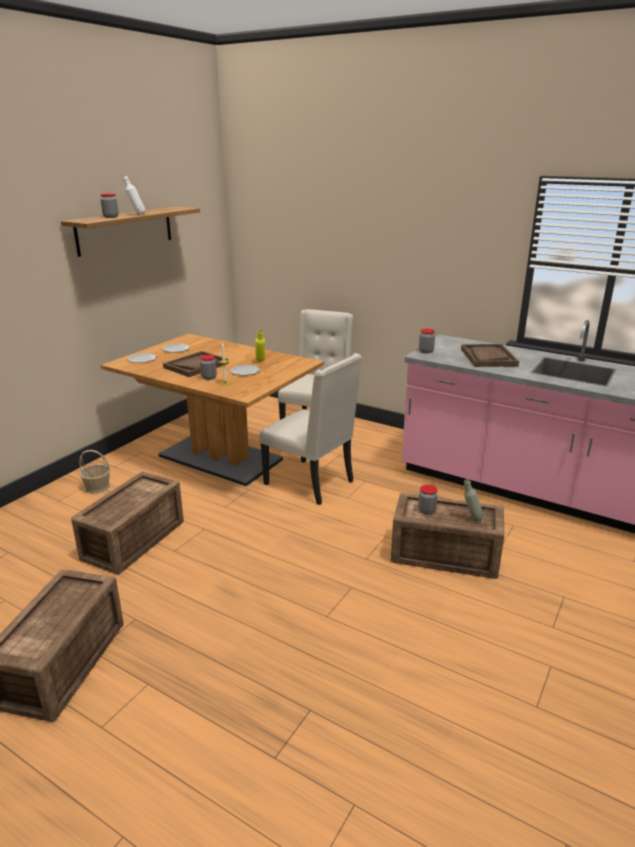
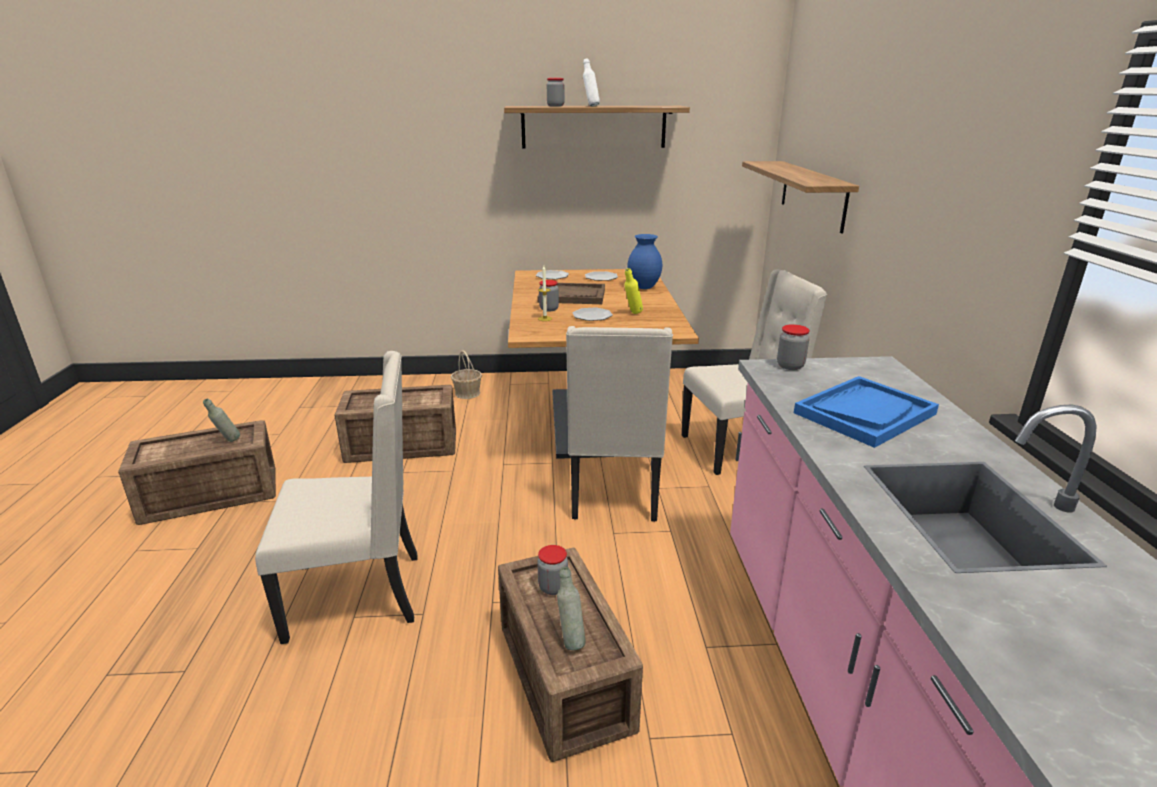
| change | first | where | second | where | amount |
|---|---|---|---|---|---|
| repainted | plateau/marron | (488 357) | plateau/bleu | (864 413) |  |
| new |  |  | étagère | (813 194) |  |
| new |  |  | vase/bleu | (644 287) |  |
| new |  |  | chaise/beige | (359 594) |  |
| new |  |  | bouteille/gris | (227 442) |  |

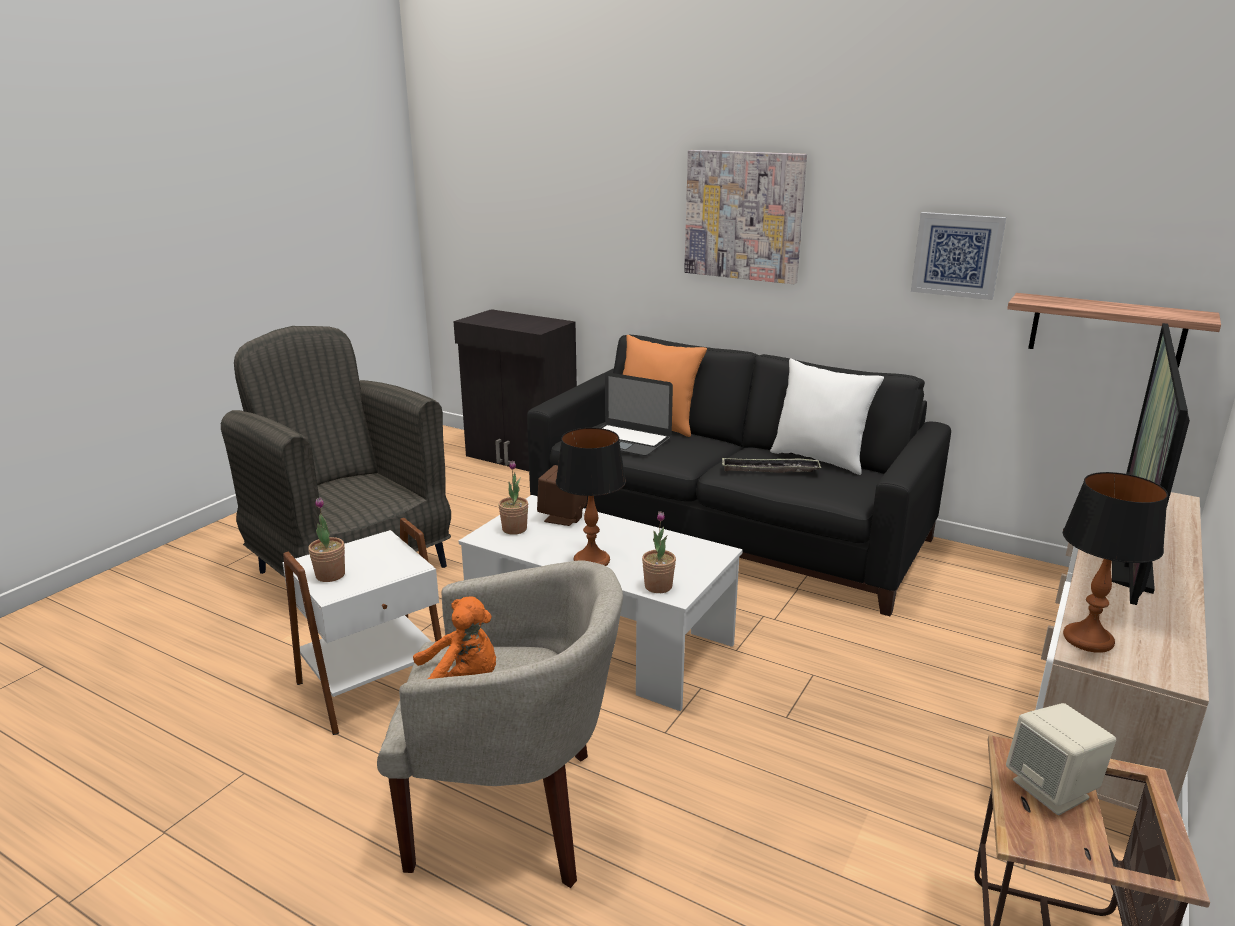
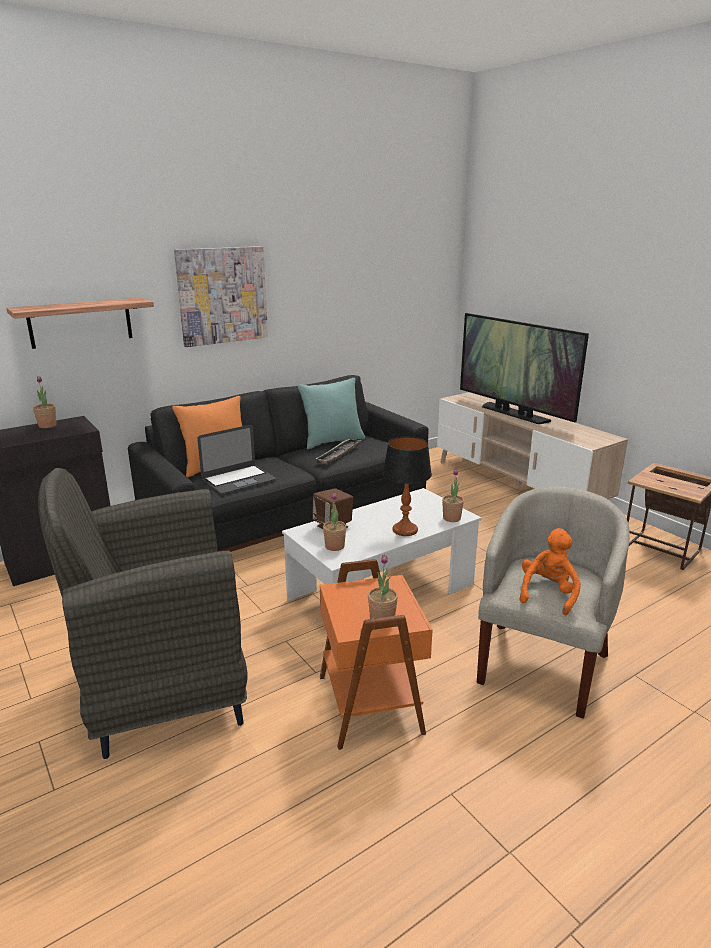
| change | first | where | second | where | amount |
|---|---|---|---|---|---|
| gone | tableau | (957 255) |  |  |  |
| shifted | étagère | (1106 330) |  | (80 322) |  |
| repainted | coussin/blanc | (820 459) | coussin/turquoise | (332 441) |  |
| gone | lampe de table | (1088 640) |  |  |  |
| repainted | table d'appoint/blanc | (374 686) | table d'appoint/orange | (372 703) |  |
| gone | enceinte/beige | (1052 789) |  |  |  |
| new |  |  | plante en pot | (47 425) |  |

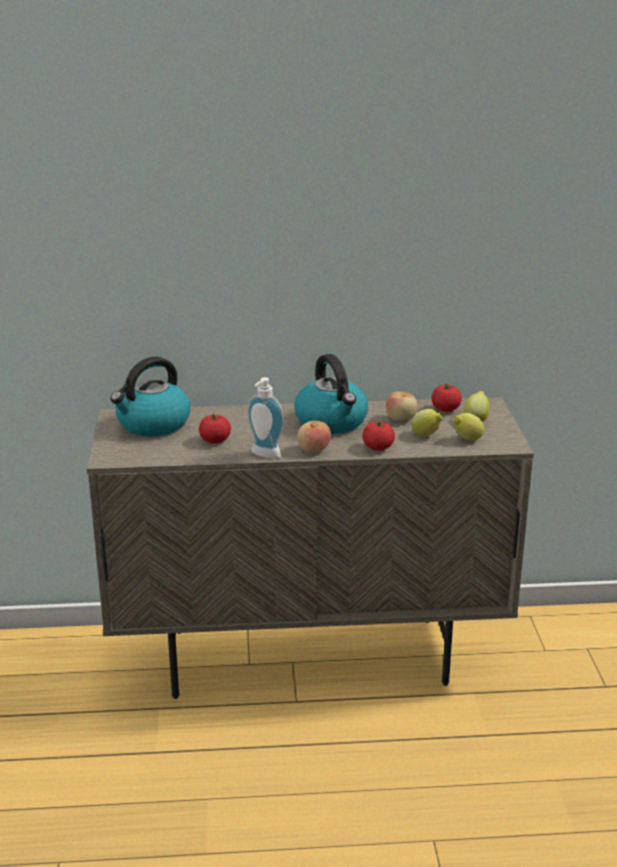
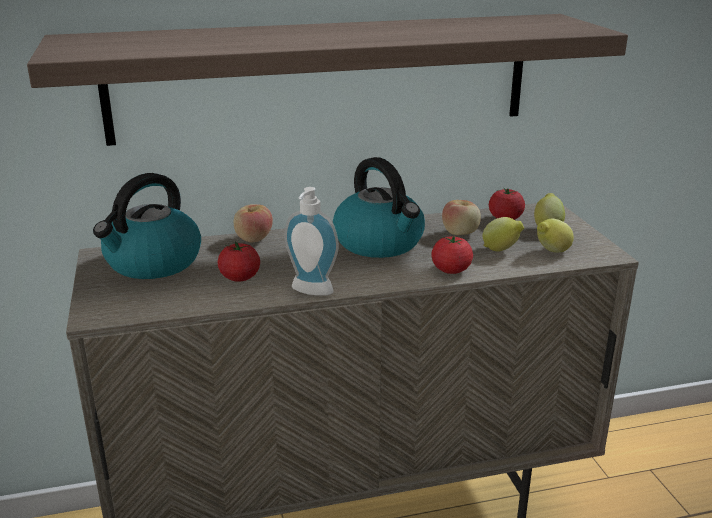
| change | first | where | second | where | amount |
|---|---|---|---|---|---|
| shifted | pomme | (313 450) |  | (253 239) |  |
| new |  |  | étagère | (323 77) |  |

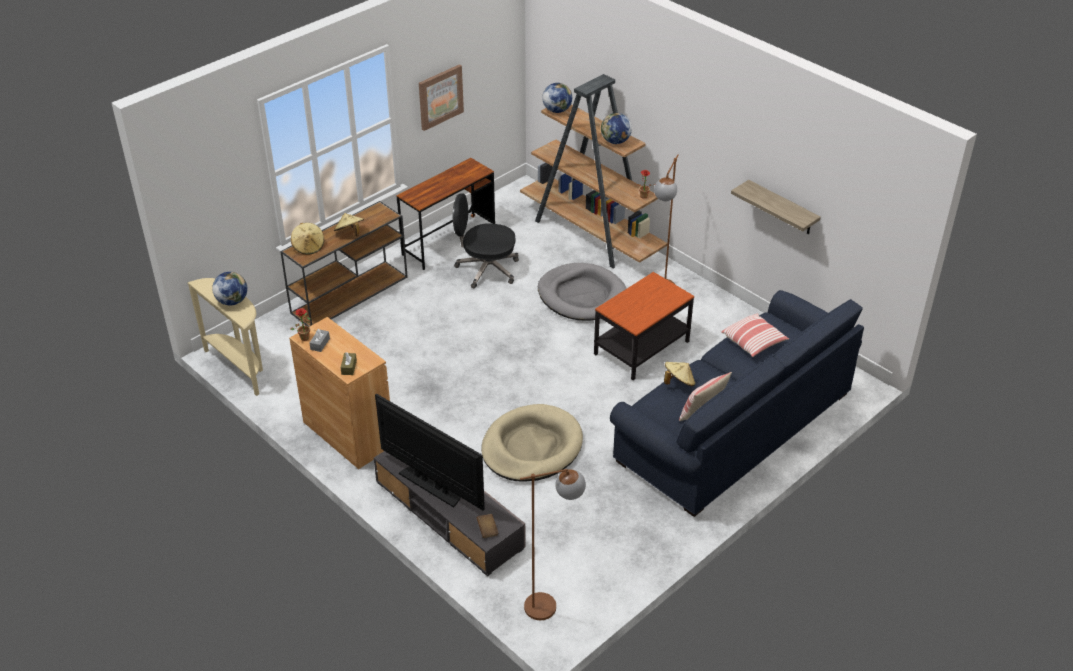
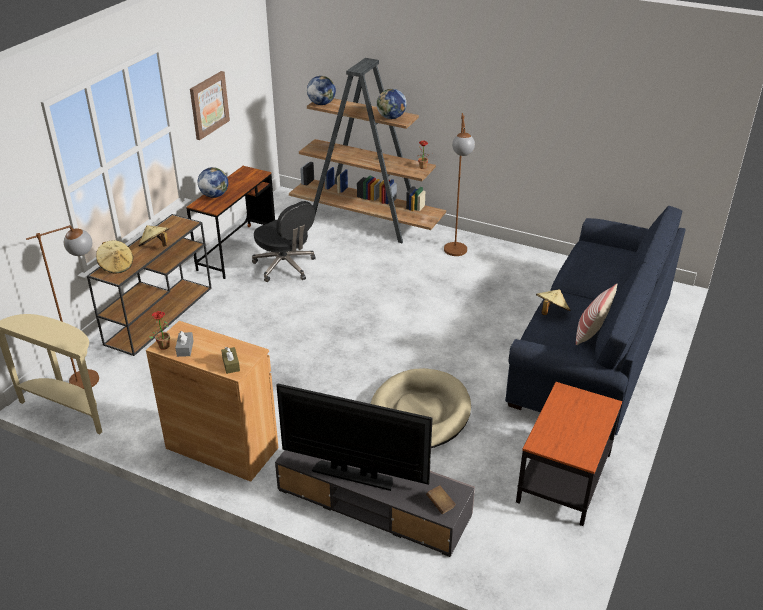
| change | first | where | second | where | amount |
|---|---|---|---|---|---|
| gone | étagère | (782 208) |  |  |  |
| rotated | chaise de bureau/noir | (486 269) |  | (285 266) | 120 degrees counterclockwise |
| gone | panier pour chien/gris | (582 295) |  |  |  |
| shifted | globe | (232 301) |  | (214 195) |  |
| shifted | table d'appoint | (642 348) |  | (564 478) |  |
| gone | coussin | (754 342) |  |  |  |
| shifted | lampadaire/marron | (551 604) |  | (94 376) |  |

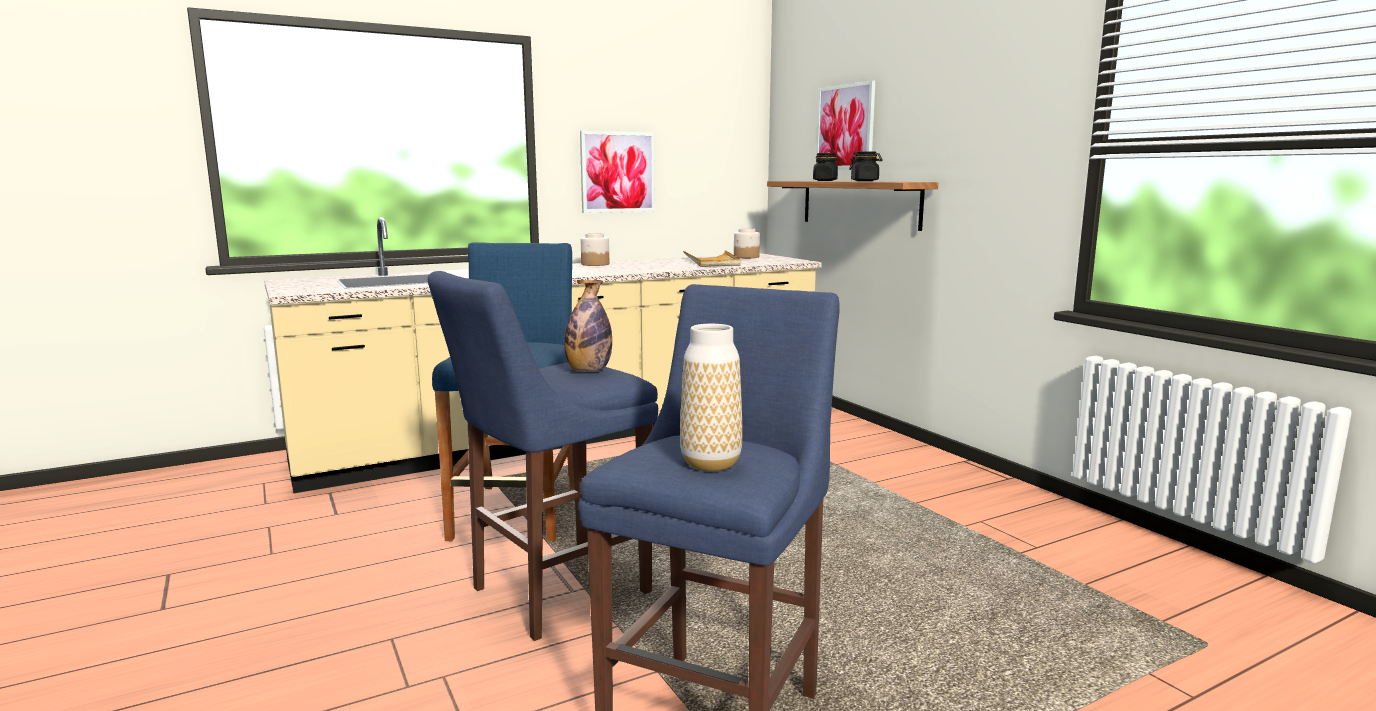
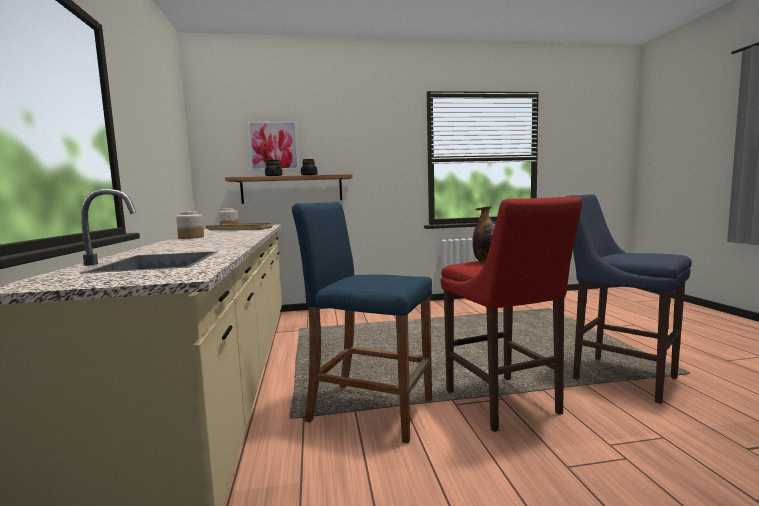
| change | first | where | second | where | amount |
|---|---|---|---|---|---|
| gone | tableau | (617 172) |  |  |  |
| repainted | tabouret/bleu | (552 593) | tabouret/rouge | (504 405) |  |
| gone | vase | (710 464) |  |  |  |

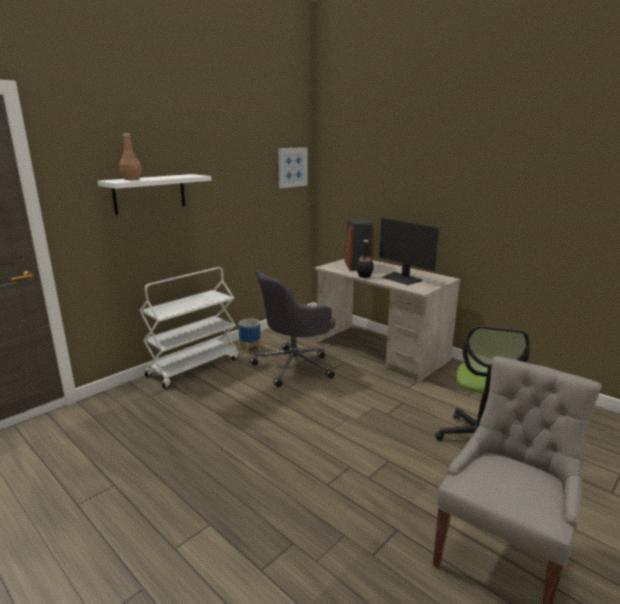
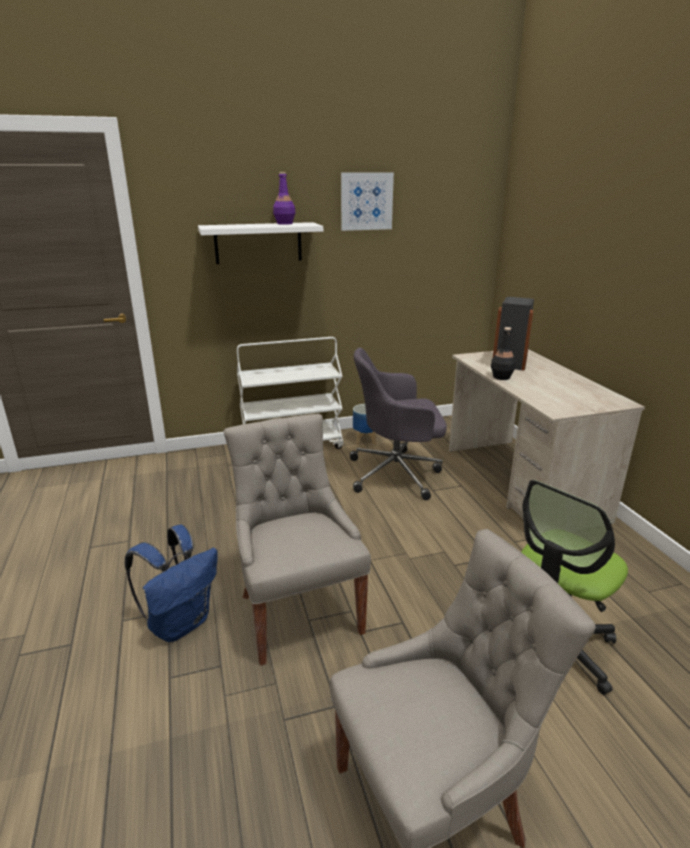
| change | first | where | second | where | amount |
|---|---|---|---|---|---|
| gone | bouteille/marron | (132 179) |  |  |  |
| shifted | tableau | (292 167) |  | (366 201) |  |
| gone | écran d'ordinateur | (401 278) |  |  |  |
| new |  |  | bouteille/violet | (284 223) |  |
| new |  |  | chaise/gris | (298 611) |  |
| new |  |  | sac à dos/bleu | (180 622) |  |

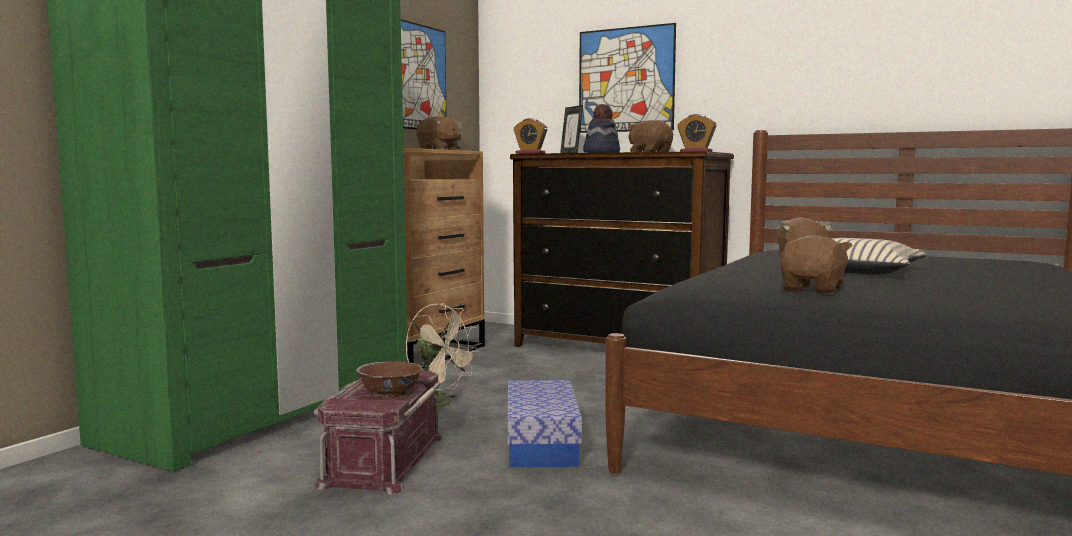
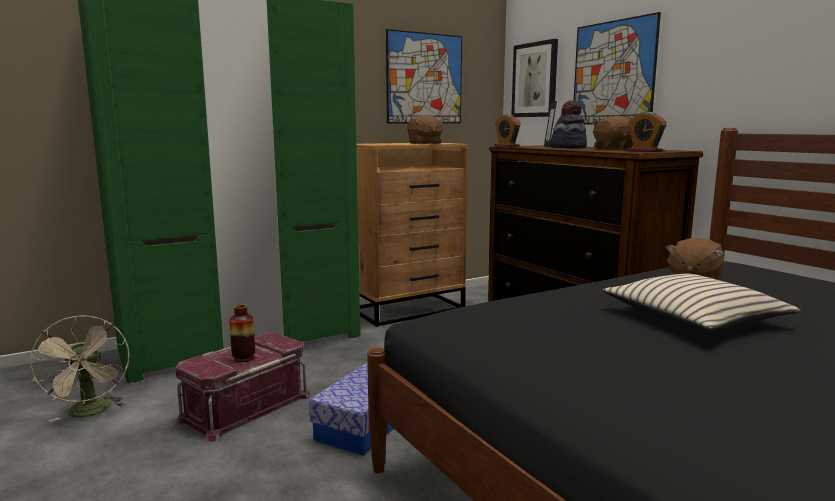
| change | first | where | second | where | amount |
|---|---|---|---|---|---|
| gone | peluche/marron | (813 290) |  |  |  |
| shifted | ventilateur/beige | (439 404) |  | (90 413) |  |
| swapped | bol/marron | (389 393) | vase | (243 358) |  |
| new |  |  | tableau | (535 80) |  |

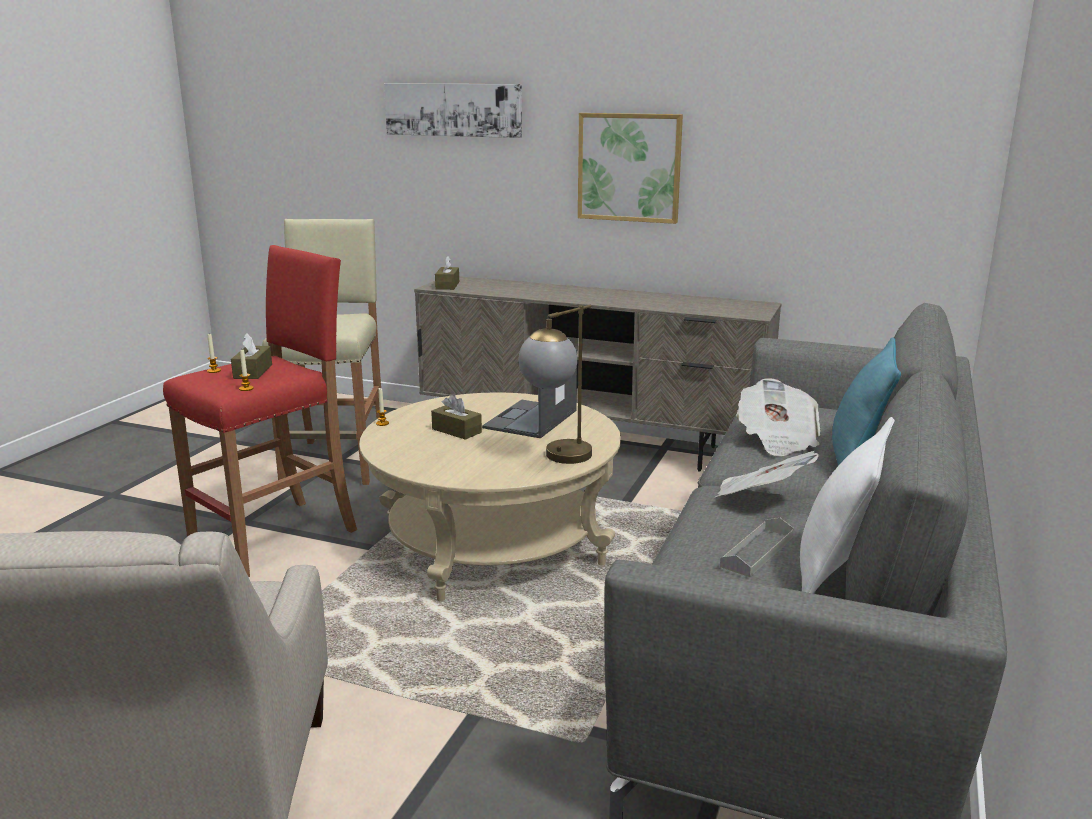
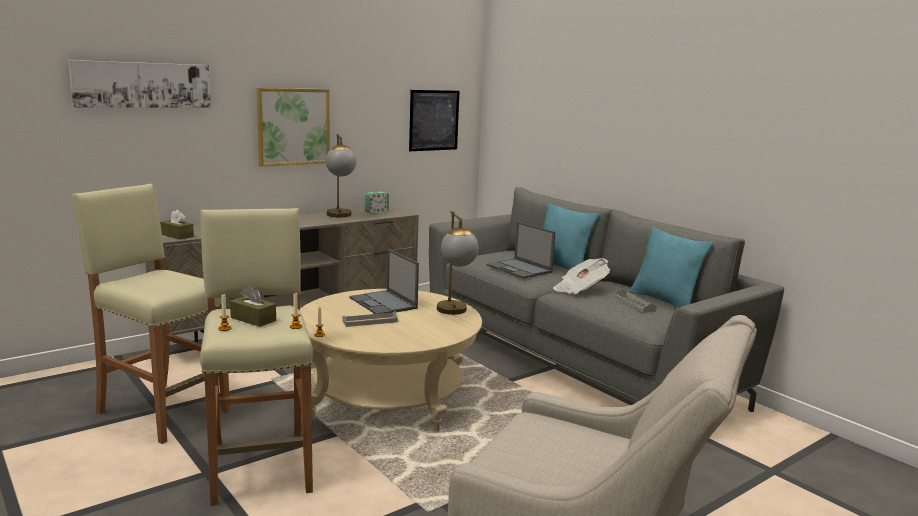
| change | first | where | second | where | amount |
|---|---|---|---|---|---|
| repainted | tabouret/rouge | (276 537) | tabouret/beige | (260 465) |  |
| swapped | journal | (777 440) | ordinateur portable | (520 269) |  |
| swapped | boîte à mouchoirs/marron | (456 431) | plateau/gris | (370 321) |  |
| repainted | coussin/blanc | (836 575) | coussin/turquoise | (664 301) |  |
| new |  |  | tableau | (434 120) |  |
| new |  |  | lampe de table | (340 216) |  |
| new |  |  | réveil | (376 212) |  |

